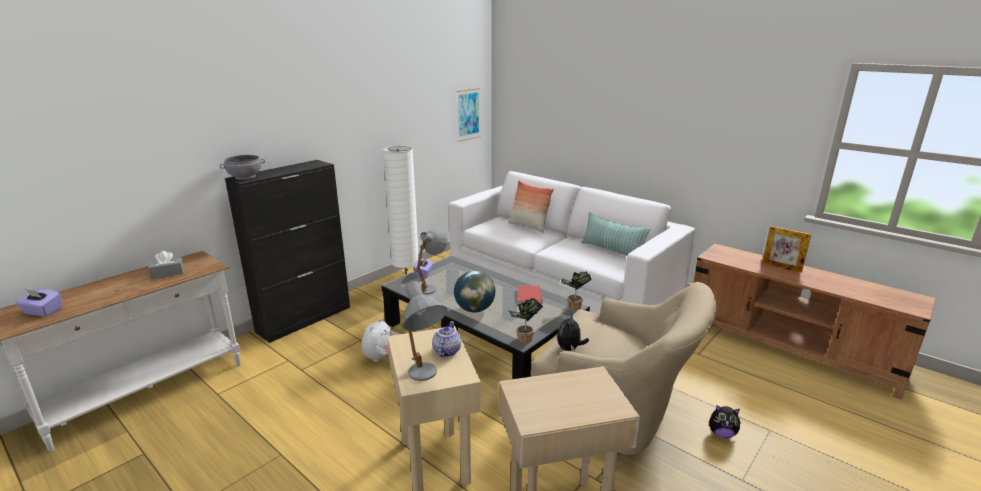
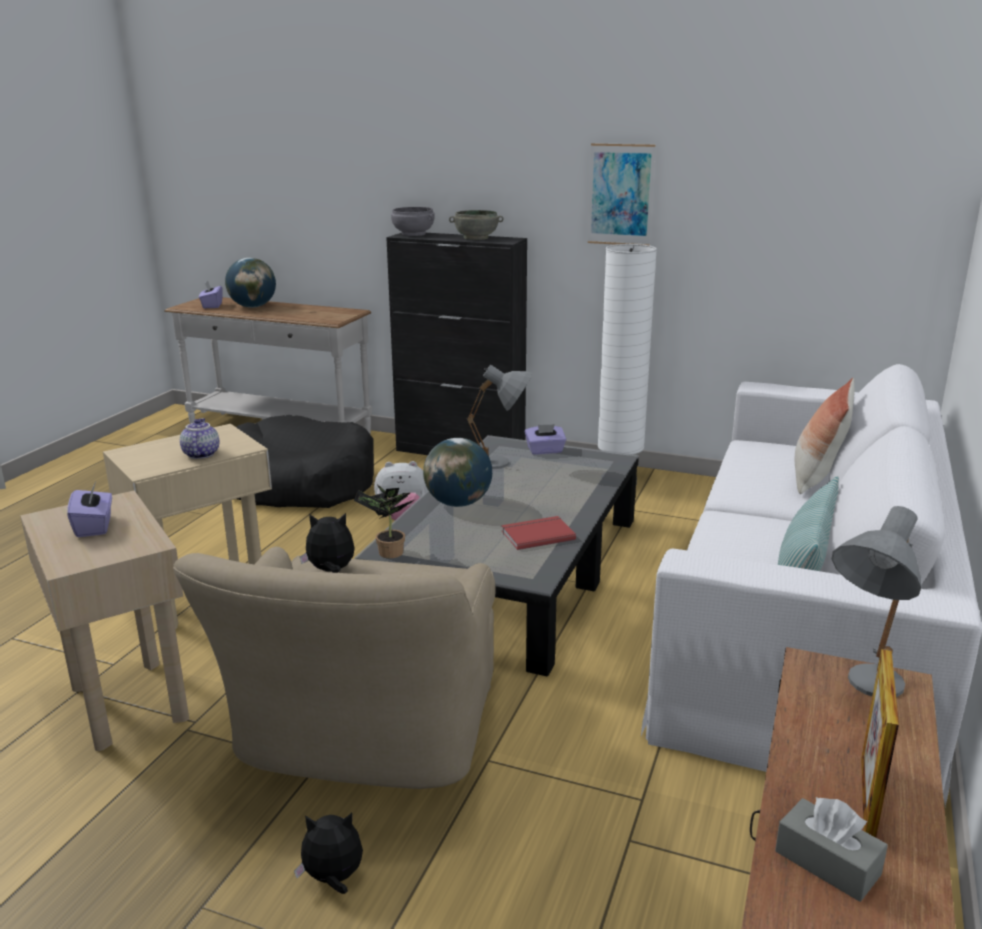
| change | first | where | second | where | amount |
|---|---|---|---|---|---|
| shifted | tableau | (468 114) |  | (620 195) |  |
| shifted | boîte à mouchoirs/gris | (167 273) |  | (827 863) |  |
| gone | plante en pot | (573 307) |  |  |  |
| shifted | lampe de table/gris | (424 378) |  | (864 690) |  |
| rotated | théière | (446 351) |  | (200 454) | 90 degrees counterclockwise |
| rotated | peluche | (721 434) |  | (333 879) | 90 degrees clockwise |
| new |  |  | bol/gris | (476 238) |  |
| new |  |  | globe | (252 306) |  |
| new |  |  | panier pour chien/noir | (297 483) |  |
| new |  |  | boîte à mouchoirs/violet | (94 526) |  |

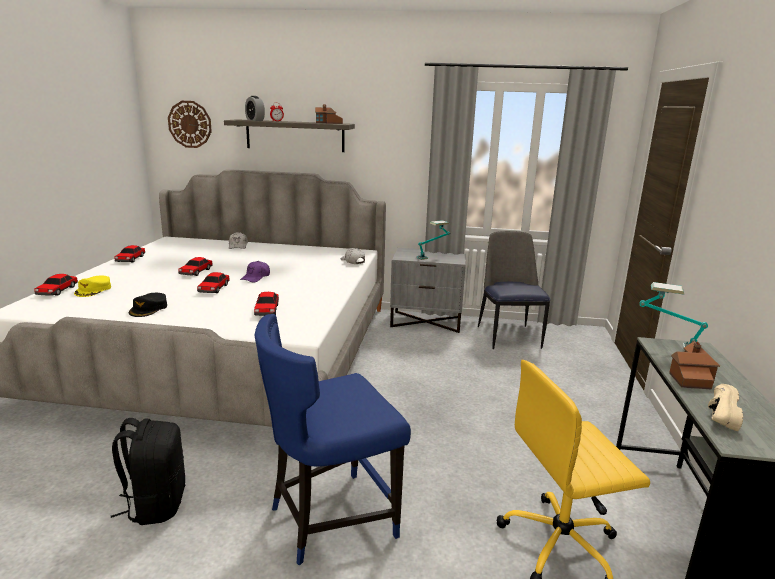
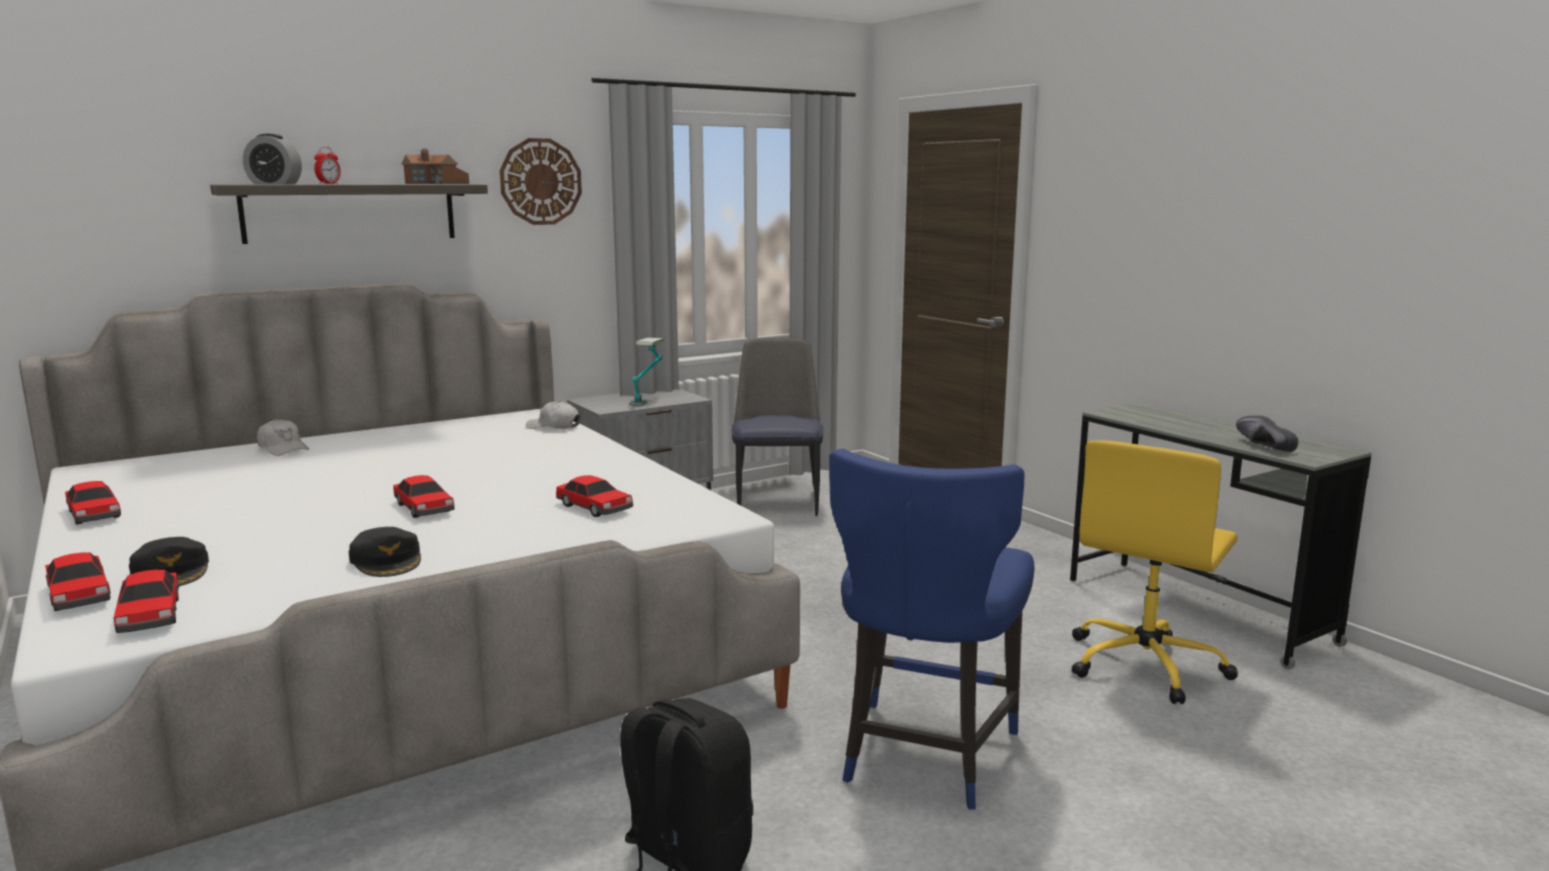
| change | first | where | second | where | amount |
|---|---|---|---|---|---|
| shifted | horloge murale | (190 124) |  | (540 181) |  |
| rotated | chaise | (508 336) |  | (777 501) | 45 degrees clockwise |
| shifted | petite voiture | (195 272) |  | (149 616) |  |
| gone | casquette/violet | (256 277) |  |  |  |
| repainted | casquette/jaune | (93 290) | casquette/noir | (172 572) |  |
| gone | lampe de table | (666 344) |  |  |  |
| gone | maison miniature | (690 376) |  |  |  |
| repainted | chaussure/beige | (717 415) | chaussure/noir | (1259 446) |  |

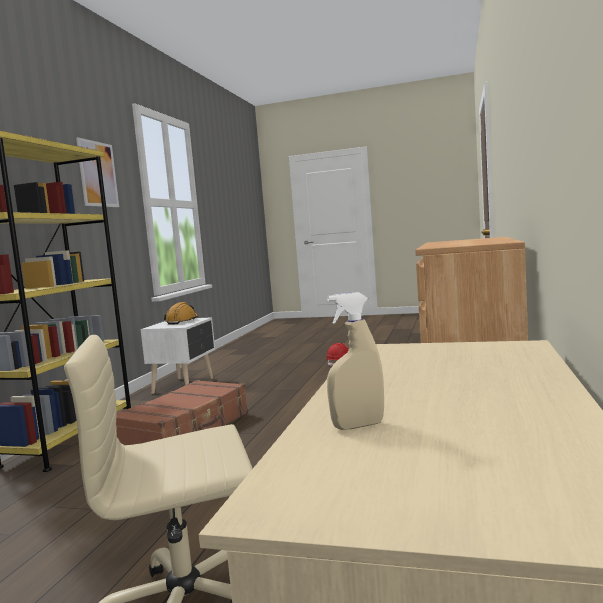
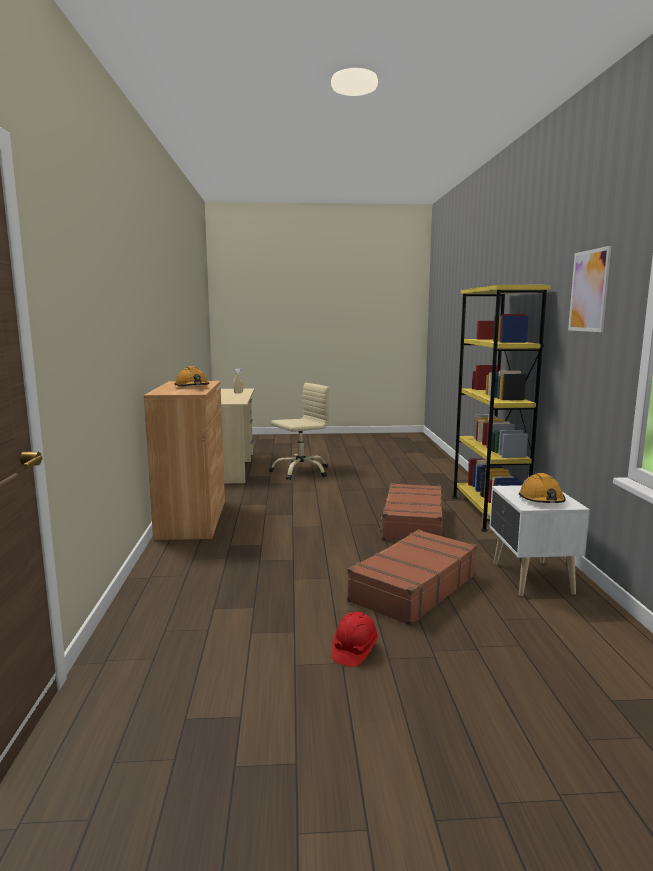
| change | first | where | second | where | amount |
|---|---|---|---|---|---|
| new |  |  | casque de chantier/orange | (192 387) |  |
| new |  |  | valise/marron | (413 588) |  |

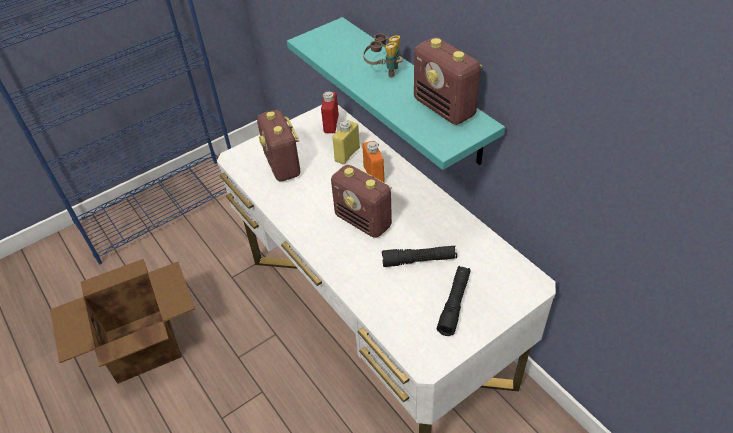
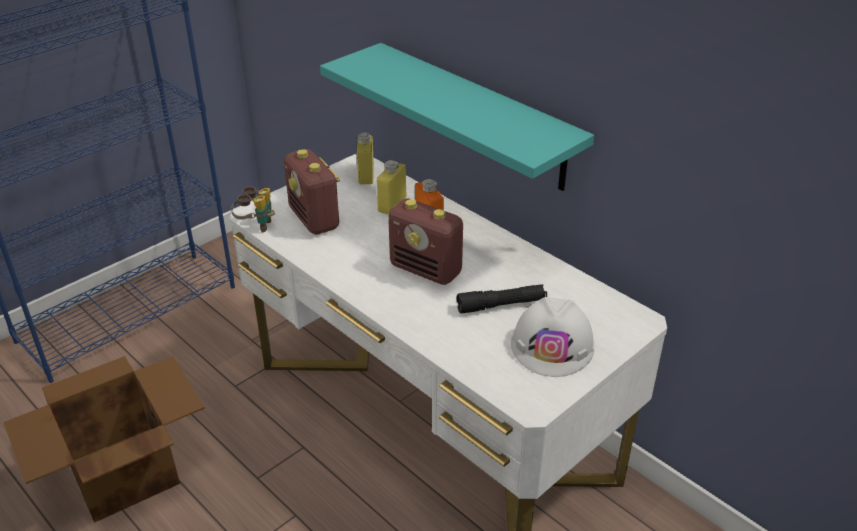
| change | first | where | second | where | amount |
|---|---|---|---|---|---|
| shifted | jumelles | (383 71) |  | (256 225) |  |
| gone | radio | (445 108) |  |  |  |
| repainted | bouteille/rouge | (331 124) | bouteille/jaune | (366 175) |  |
| swapped | lampe de poche/noir | (454 304) | casque de chantier/blanc | (552 345) |  |

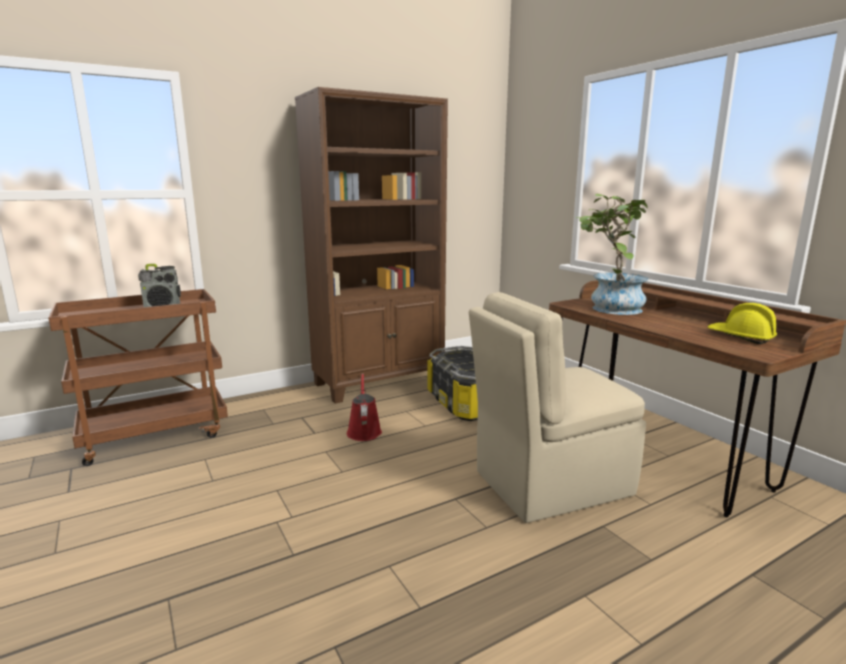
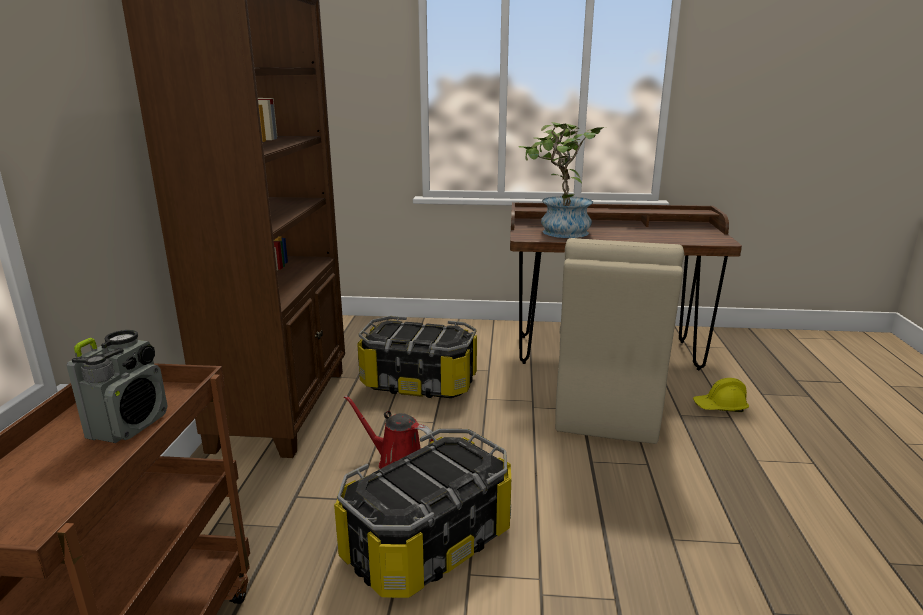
| change | first | where | second | where | amount |
|---|---|---|---|---|---|
| shifted | casque de chantier/jaune | (740 337) |  | (720 407) |  |
| new |  |  | boîte de rangement | (427 542) |  |

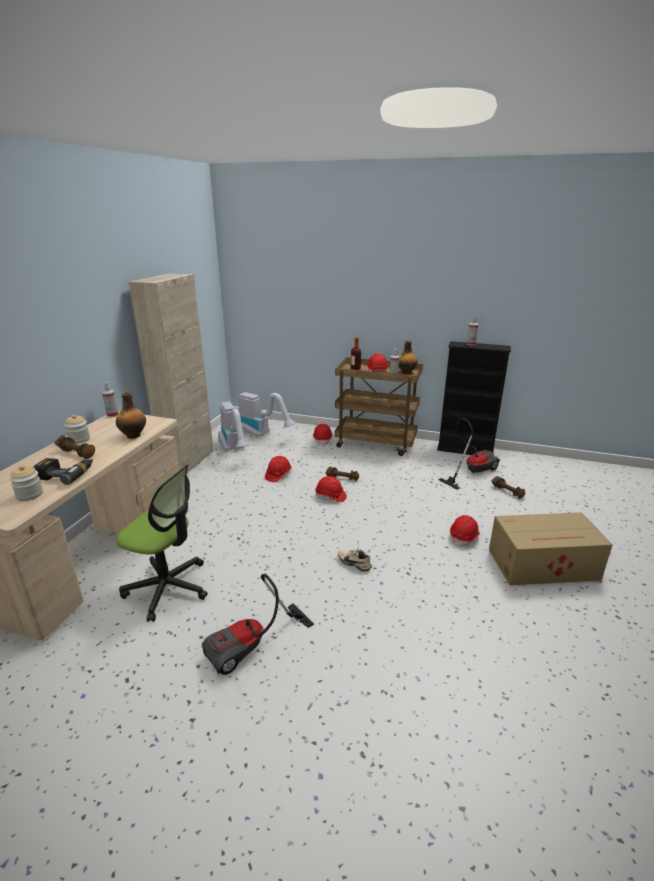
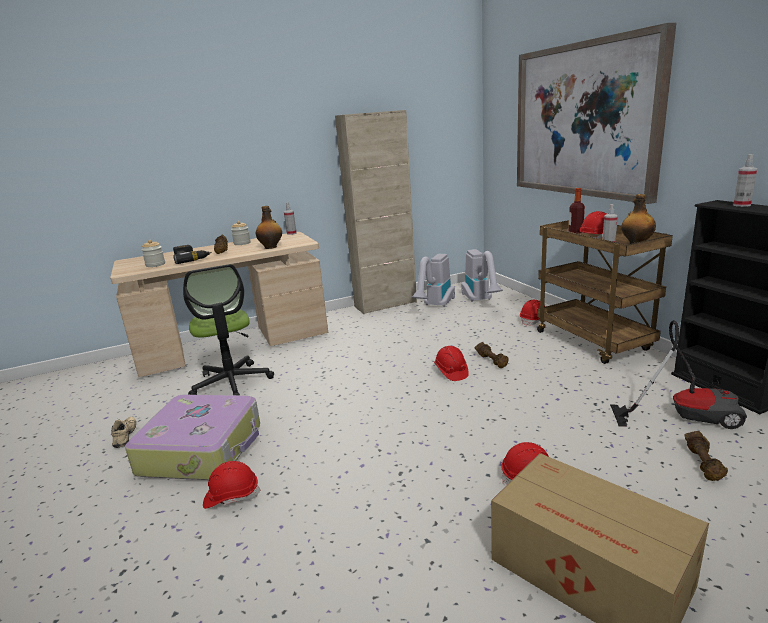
| change | first | where | second | where | amount |
|---|---|---|---|---|---|
| shifted | casque de chantier/rouge | (278 475) |  | (231 496) |  |
| shifted | chaussure/beige | (355 563) |  | (127 436) |  |
| swapped | aspirateur | (253 647) | valise | (203 449) |  |
| new |  |  | tableau | (584 120) |  |

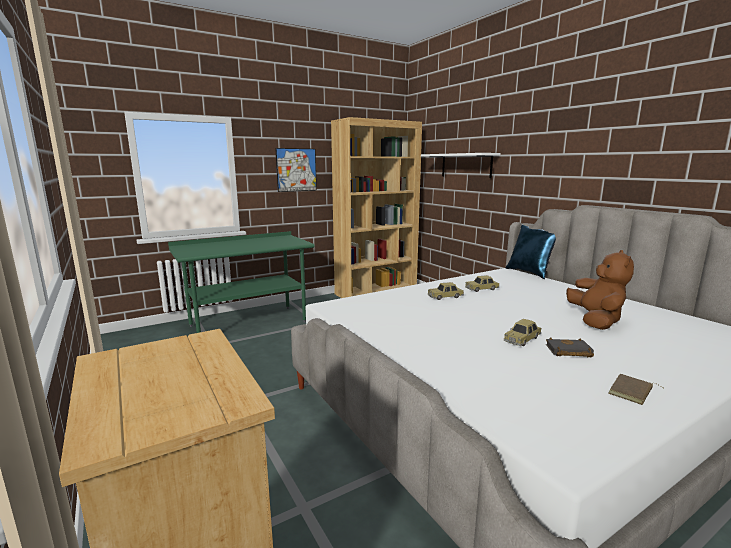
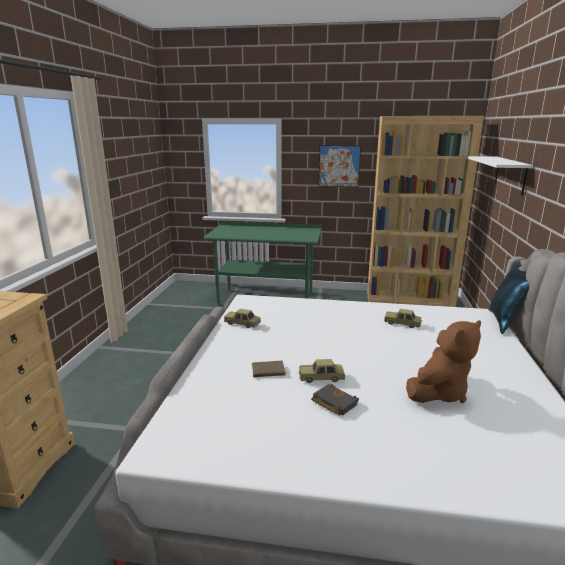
| change | first | where | second | where | amount |
|---|---|---|---|---|---|
| shifted | petite voiture | (445 297) |  | (242 323) |  |
| shifted | livre/marron | (632 392) |  | (268 371) |  |

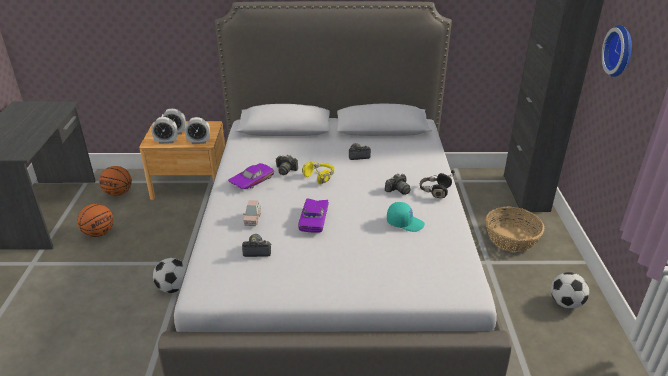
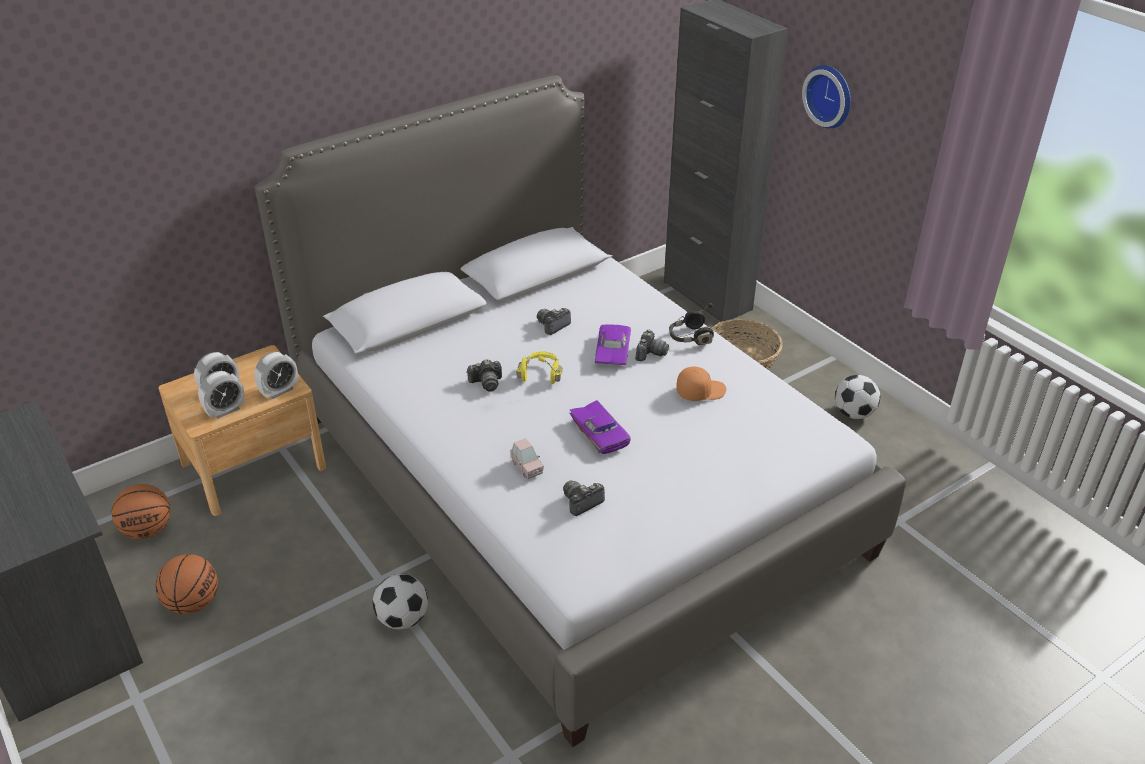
| change | first | where | second | where | amount |
|---|---|---|---|---|---|
| shifted | petite voiture/violet | (251 180) |  | (610 351) |  |
| repainted | casquette/turquoise | (405 222) | casquette/orange | (700 391) |  |

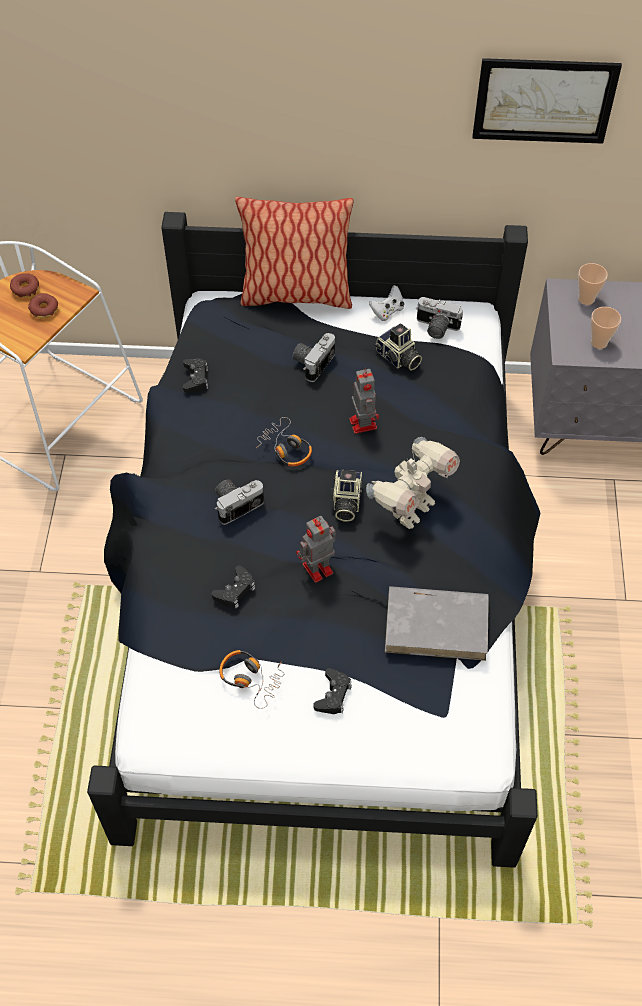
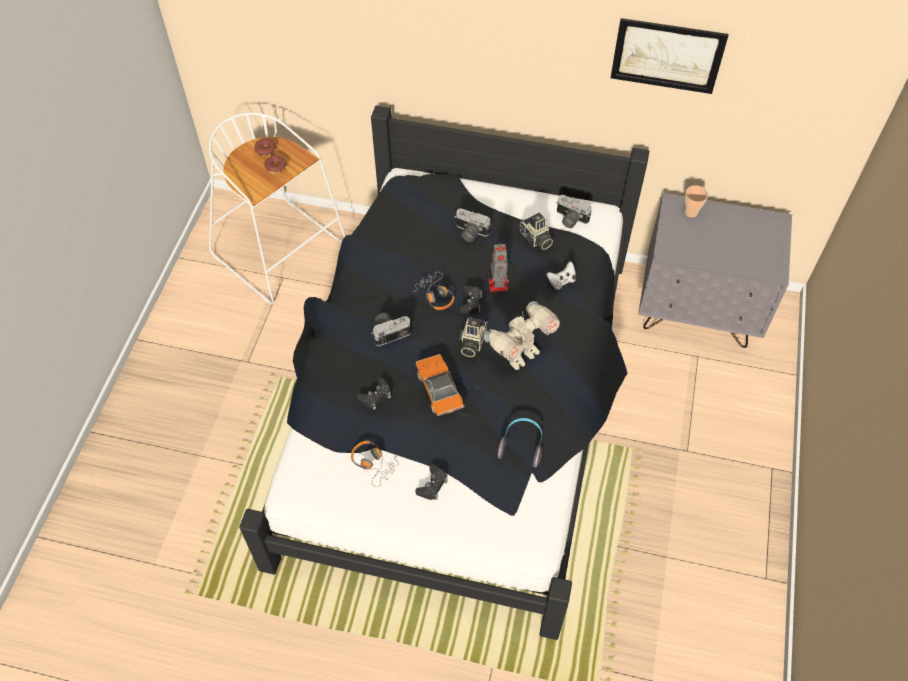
| change | first | where | second | where | amount |
|---|---|---|---|---|---|
| gone | coussin | (295 295) |  |  |  |
| shifted | manette/blanc | (387 311) |  | (561 281) |  |
| gone | tasse | (599 342) |  |  |  |
| rotated | appareil photo | (312 362) |  | (470 233) | 105 degrees counterclockwise |
| shifted | manette/noir | (195 378) |  | (471 302) |  |
| swapped | robot jouet | (316 569) | petite voiture | (439 389) |  |
| swapped | livre/gris | (437 625) | casque audio | (521 445) |  |

